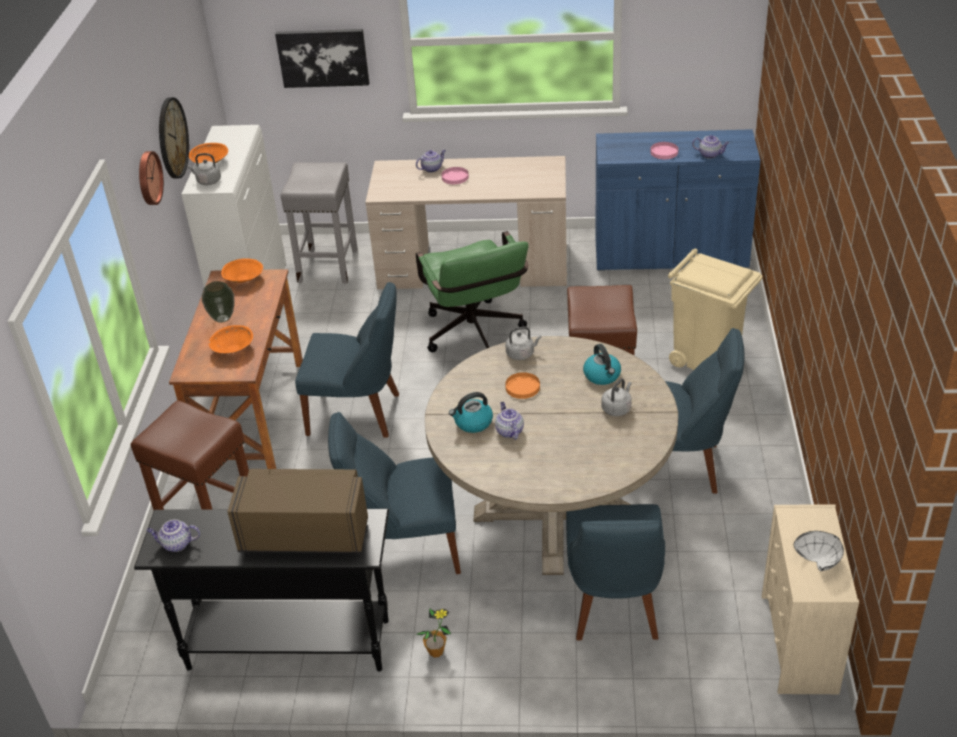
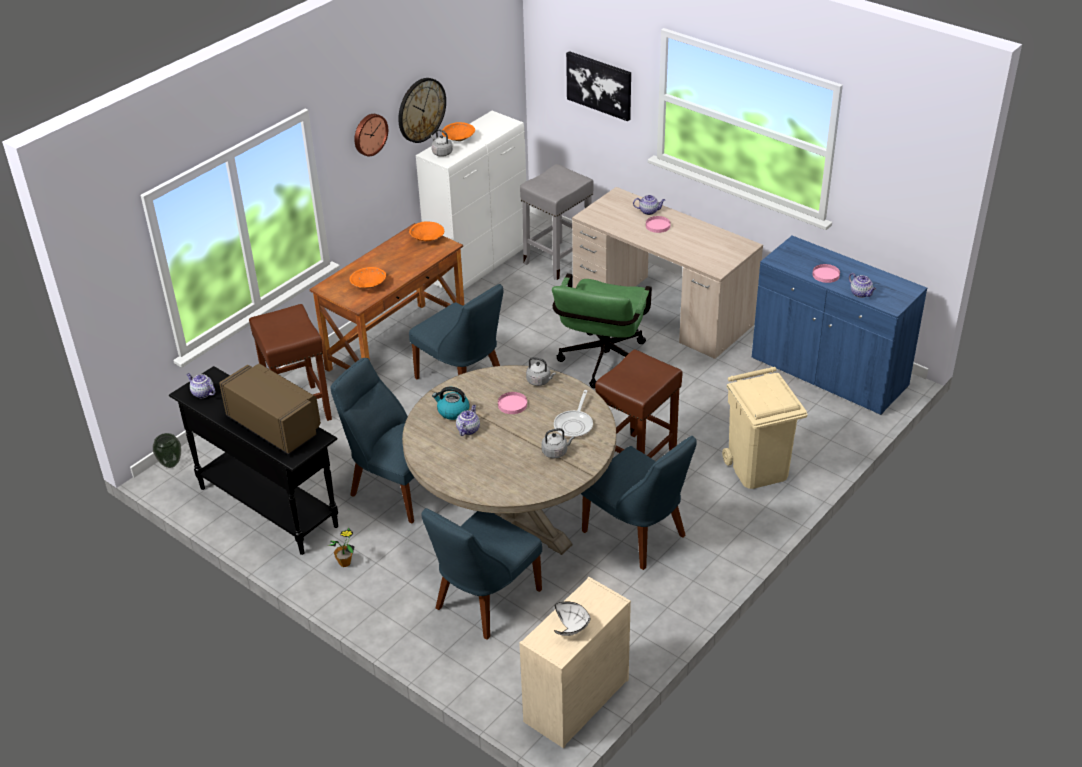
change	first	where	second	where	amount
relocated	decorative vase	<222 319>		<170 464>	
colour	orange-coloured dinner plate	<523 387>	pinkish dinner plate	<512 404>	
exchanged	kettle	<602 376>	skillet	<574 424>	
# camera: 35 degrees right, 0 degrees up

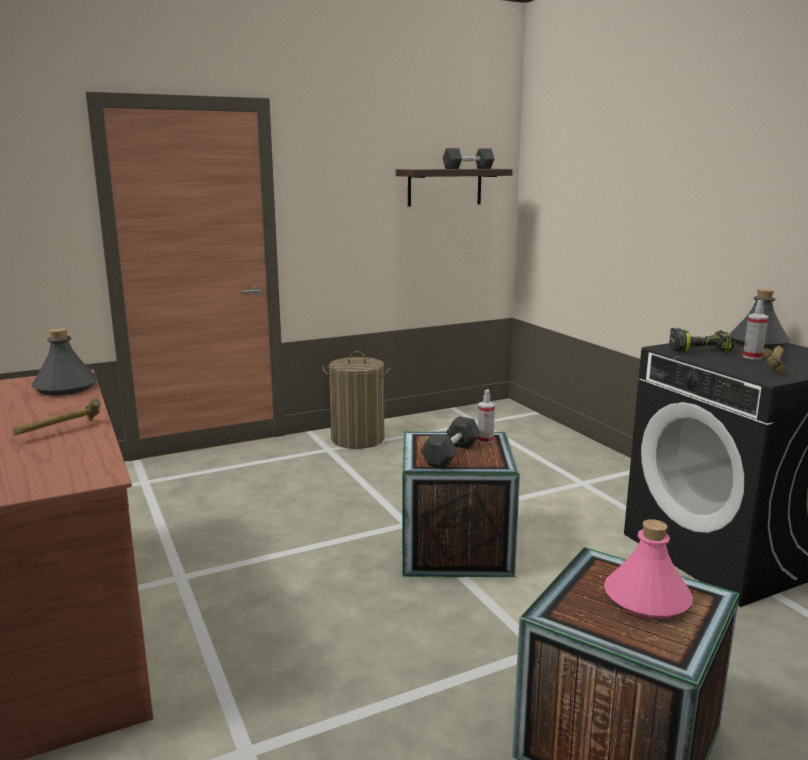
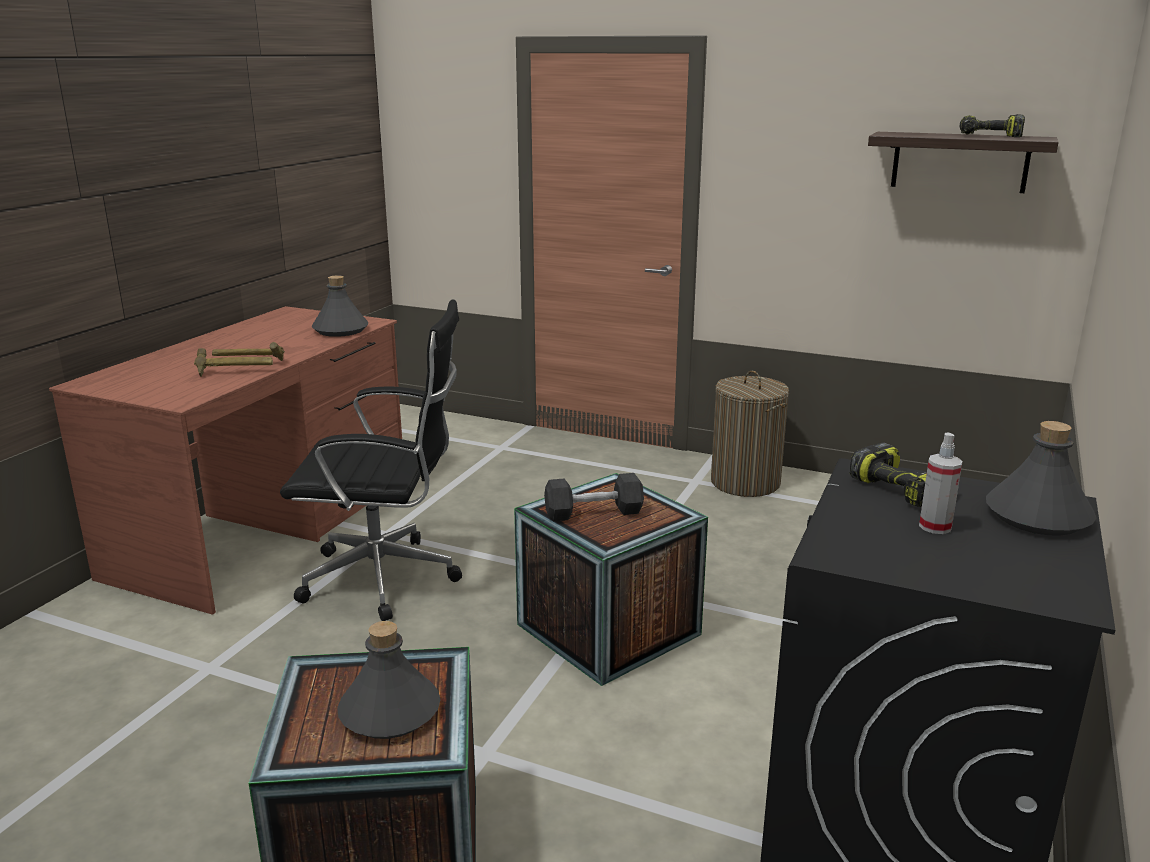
change	first	where	second	where	amount
exchanged	black-coloured dumbbell	<468 168>	power drill	<989 136>	
missing	sprayer	<485 440>			
colour	pinkish bottle	<647 599>	greyish bottle	<389 713>	
relocated	tool hammer	<775 366>		<235 372>	
appeared			black-coloured office chair	<387 579>	
# camera: 50 degrees right, 5 degrees up

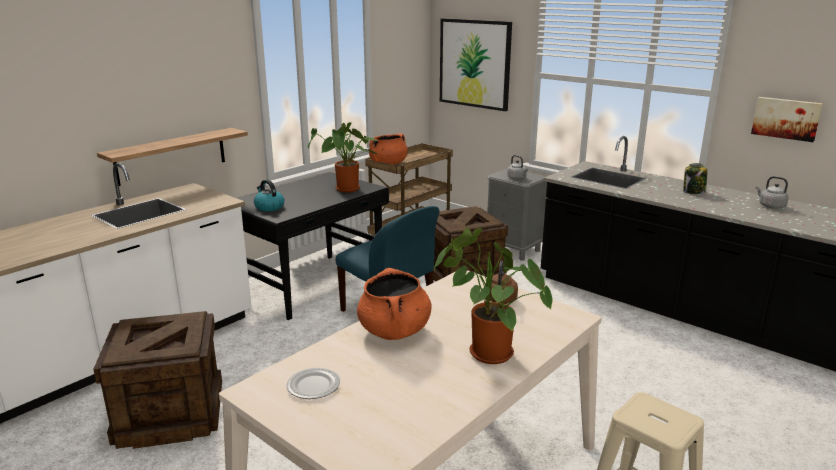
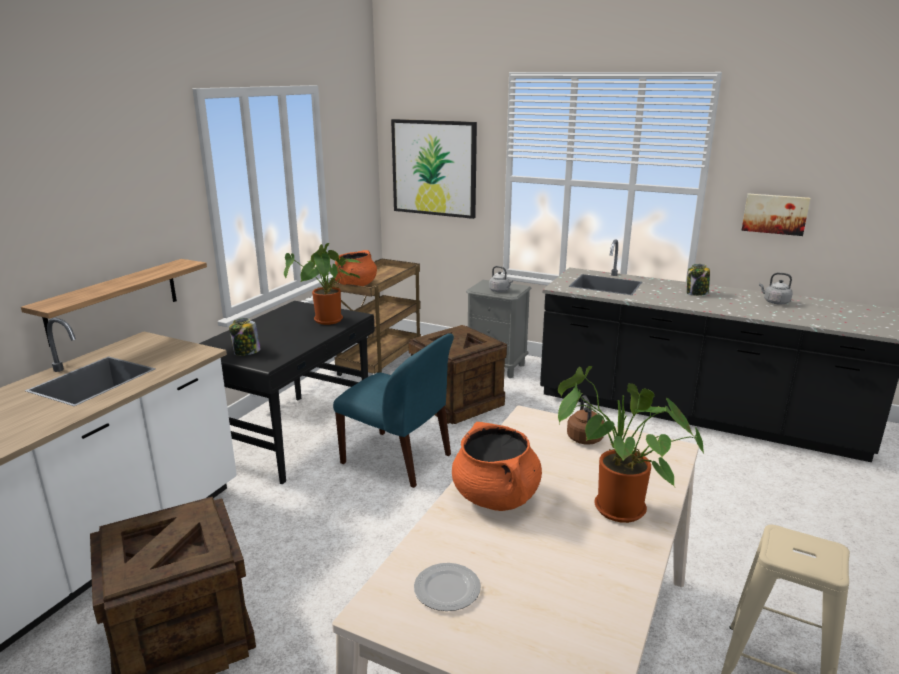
change	first	where	second	where	amount
exchanged	kettle	<269 207>	storage jar	<246 352>	
# camera: 15 degrees left, 0 degrees up

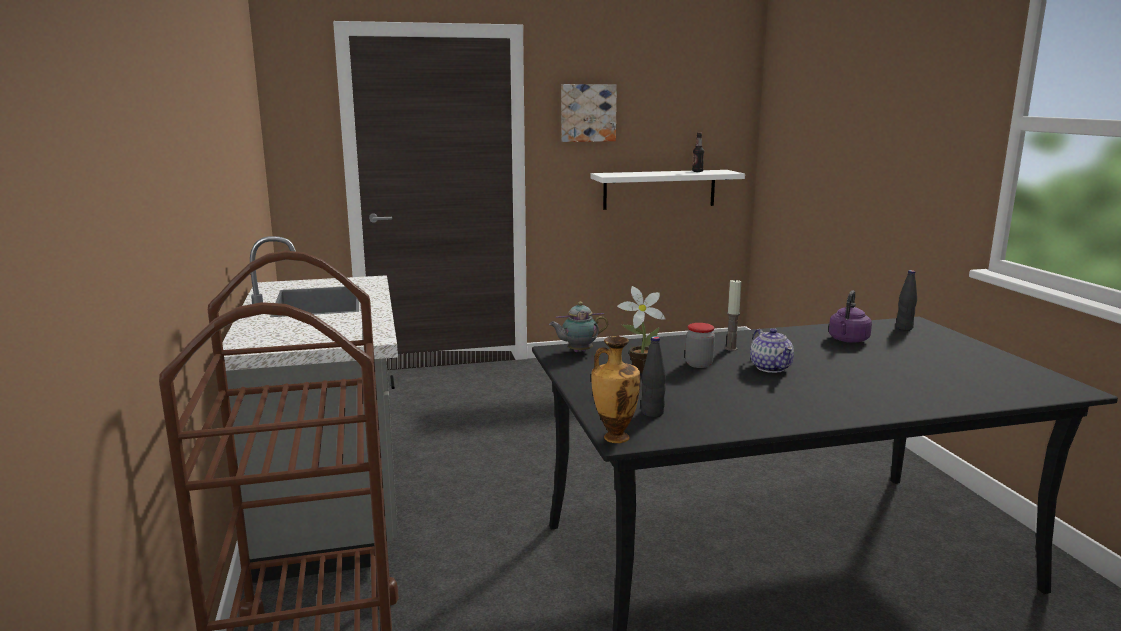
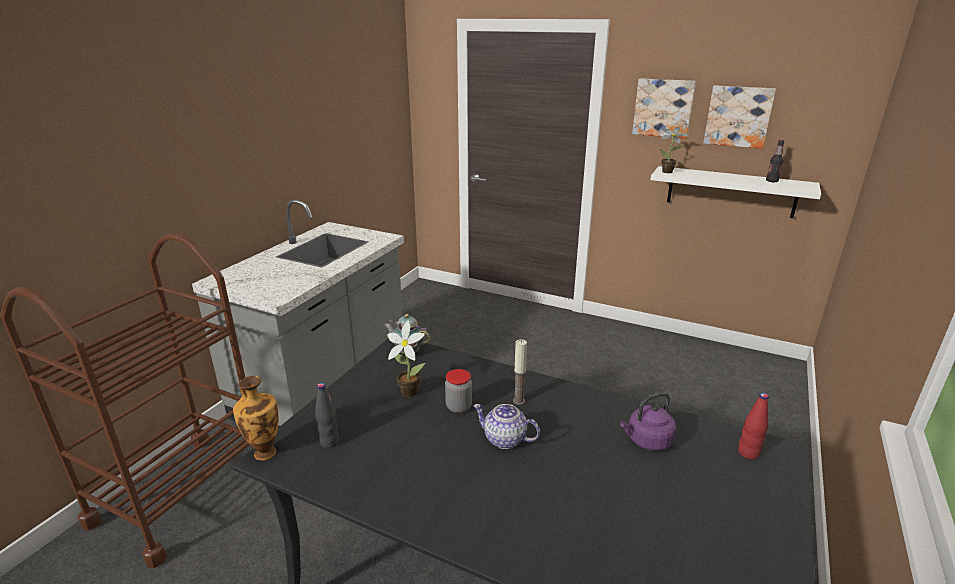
change	first	where	second	where	amount
spun	tea pot	<770 367>		<505 439>	90 degrees clockwise
colour	black-coloured bottle	<904 328>	red-coloured bottle	<748 453>	
appeared			potted plant	<669 172>	
appeared			wall art	<738 116>	
# camera: 40 degrees right, 10 degrees up

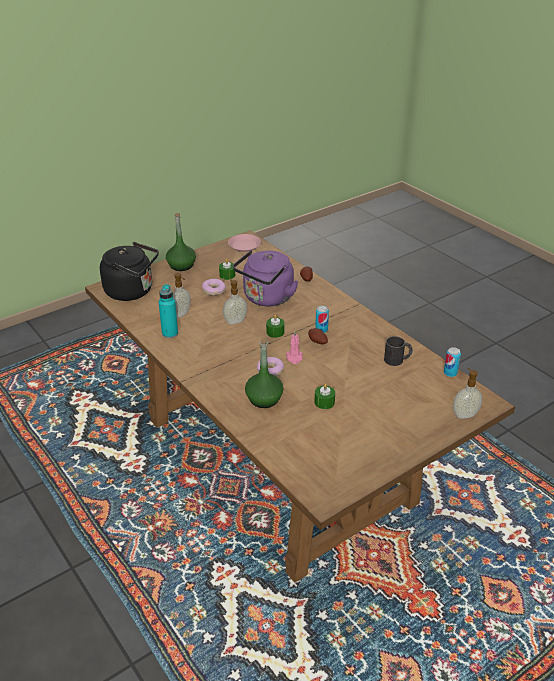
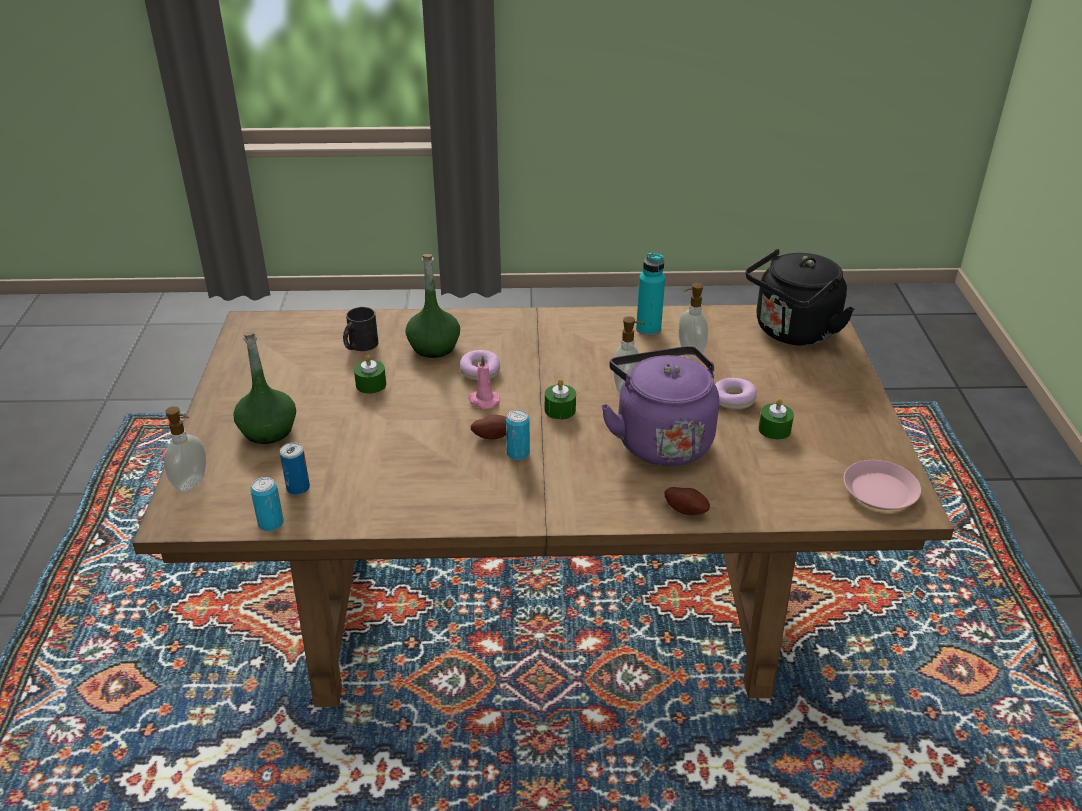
change	first	where	second	where	amount
relocated	green bottle	<181 265>		<268 430>	
relocated	black-coloured coffee mug	<397 360>		<359 346>	
appeared			sealed can	<298 488>	
# camera: 125 degrees right, 0 degrees up

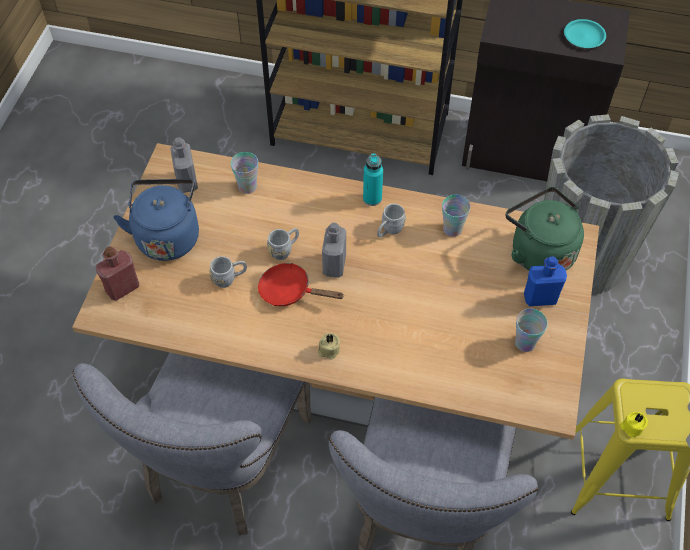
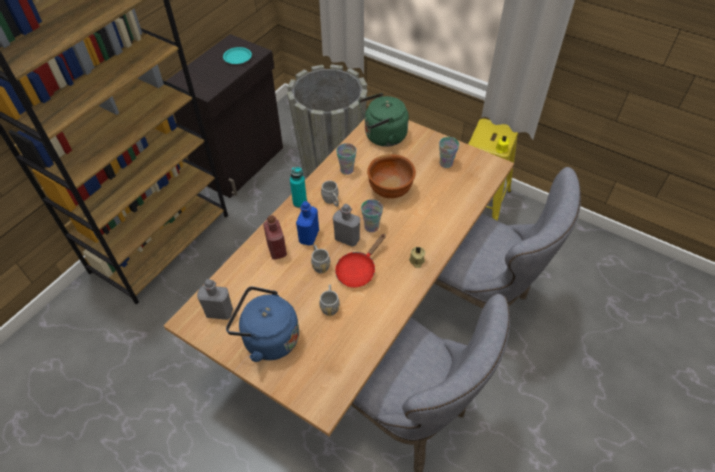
change	first	where	second	where	amount
relocated	red-coloured bottle	<122 288>		<277 250>	
relocated	drinking cup	<247 186>		<371 227>	
relocated	blue-coloured bottle	<540 298>		<309 236>	
appeared			brown-coloured serving bowl	<390 191>	
# camera: 70 degrees left, 5 degrees down

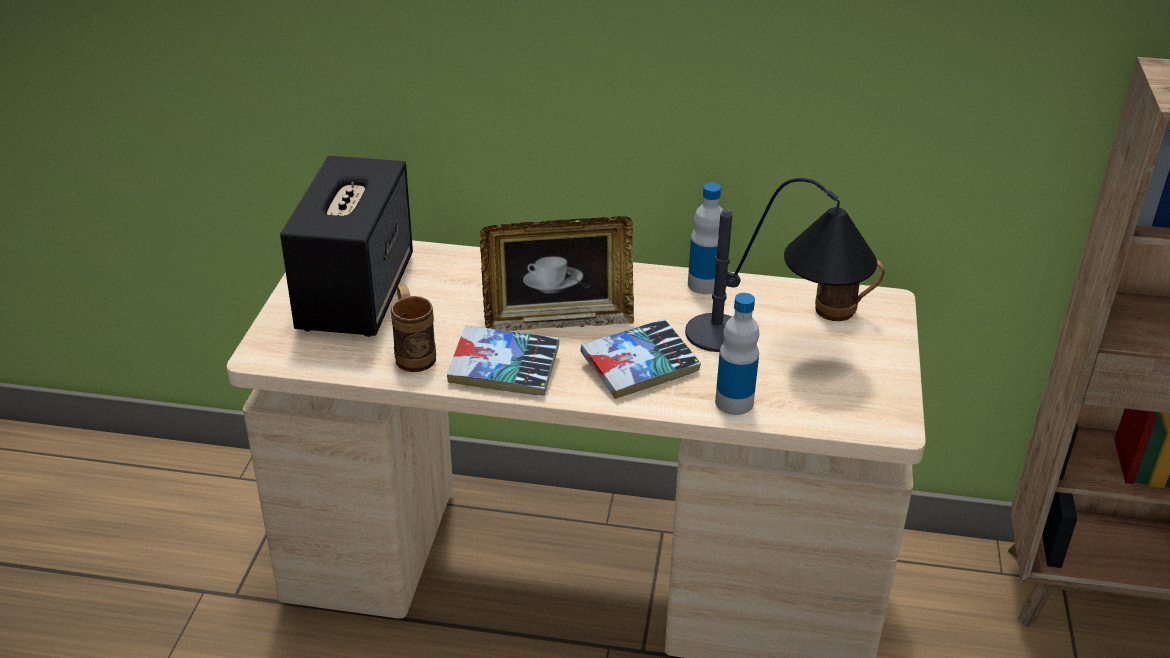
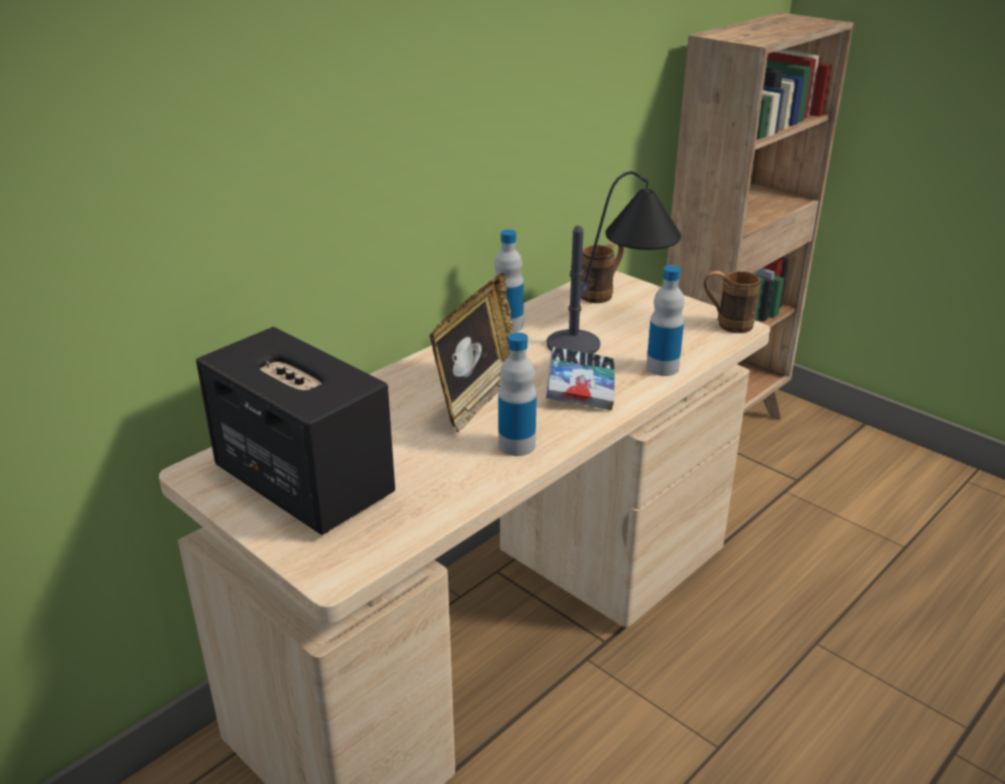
change	first	where	second	where	amount
relocated	brown-coloured coffee mug	<413 353>		<726 324>	
exchanged	bound book	<504 369>	bottle	<516 445>	
# camera: 55 degrees left, 5 degrees down

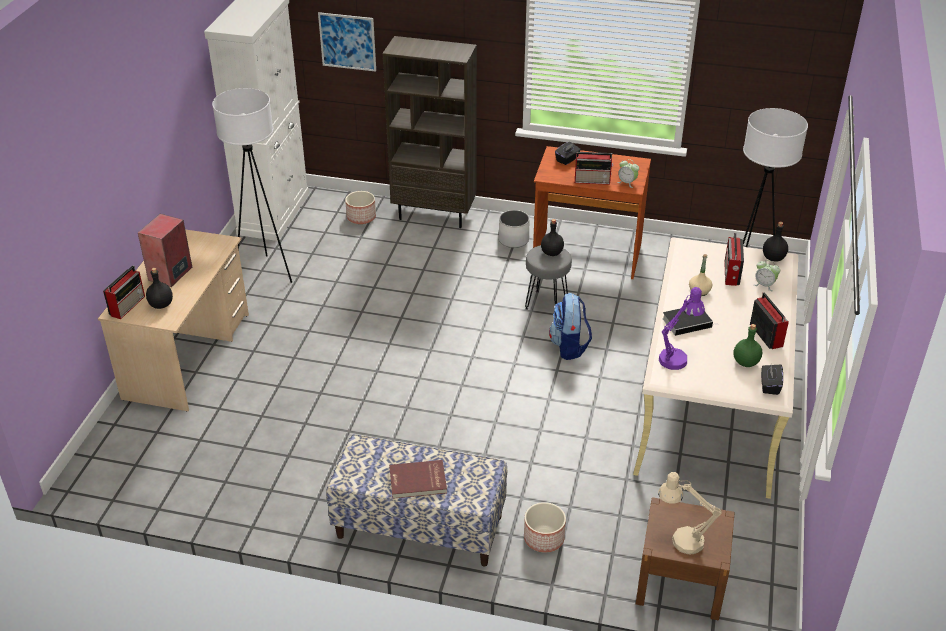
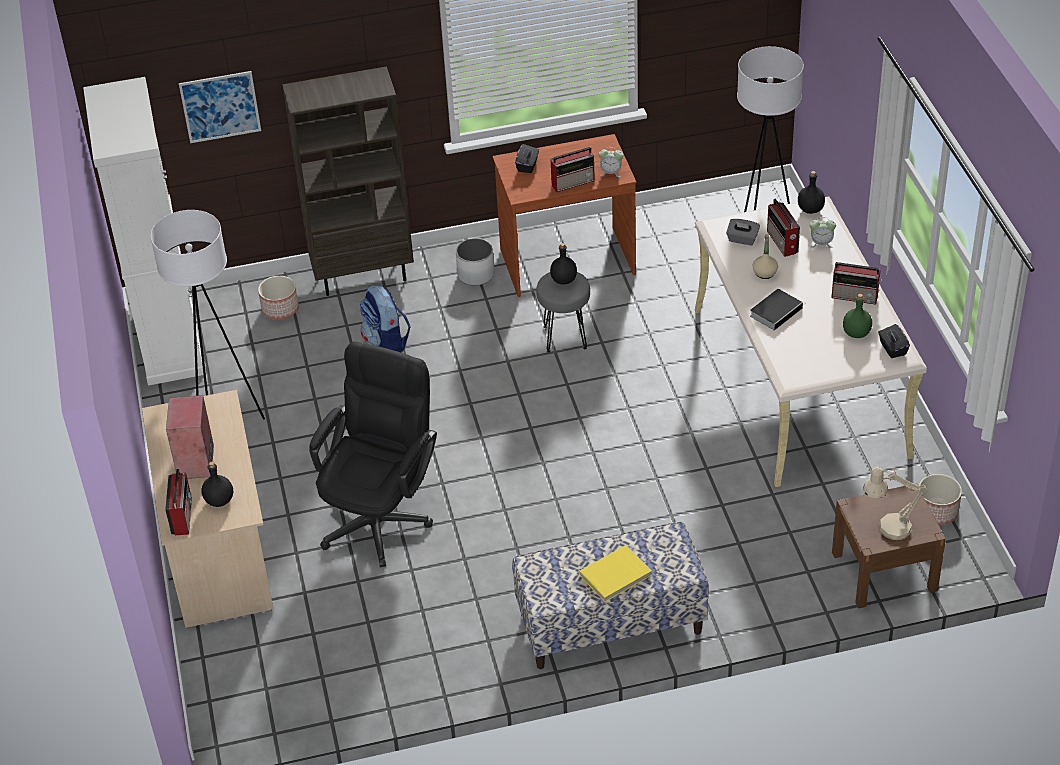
change	first	where	second	where	amount
colour	red-coloured bound book	<418 481>	yellowish bound book	<616 576>	
relocated	flower pot	<544 539>		<937 511>	
relocated	rucksack	<569 347>		<386 343>	
missing	purplish lamp for a table	<677 357>			
spun	radio receiver	<766 334>		<855 296>	150 degrees clockwise
appeared			black-coloured office chair	<381 515>	
appeared			greyish tissue box	<742 239>	
# camera: 25 degrees left, 5 degrees up

